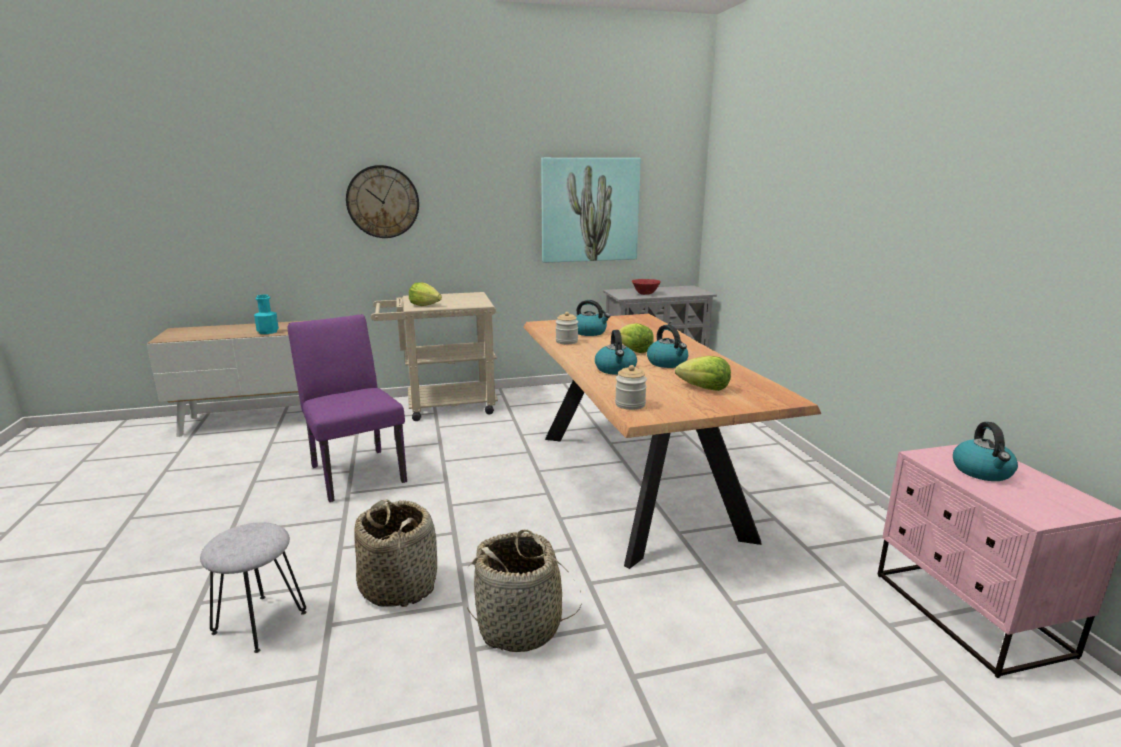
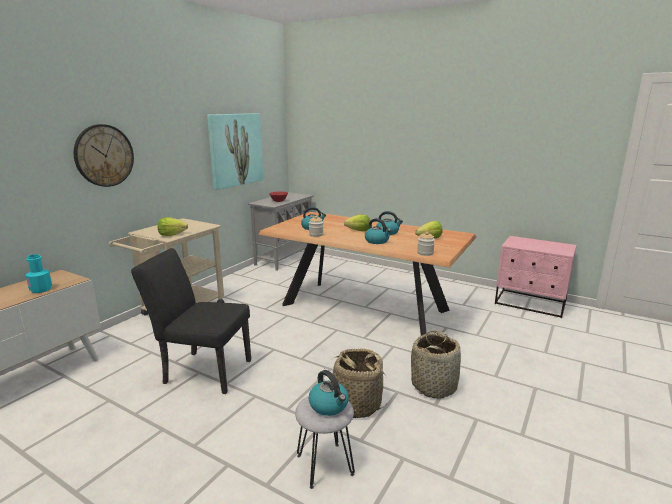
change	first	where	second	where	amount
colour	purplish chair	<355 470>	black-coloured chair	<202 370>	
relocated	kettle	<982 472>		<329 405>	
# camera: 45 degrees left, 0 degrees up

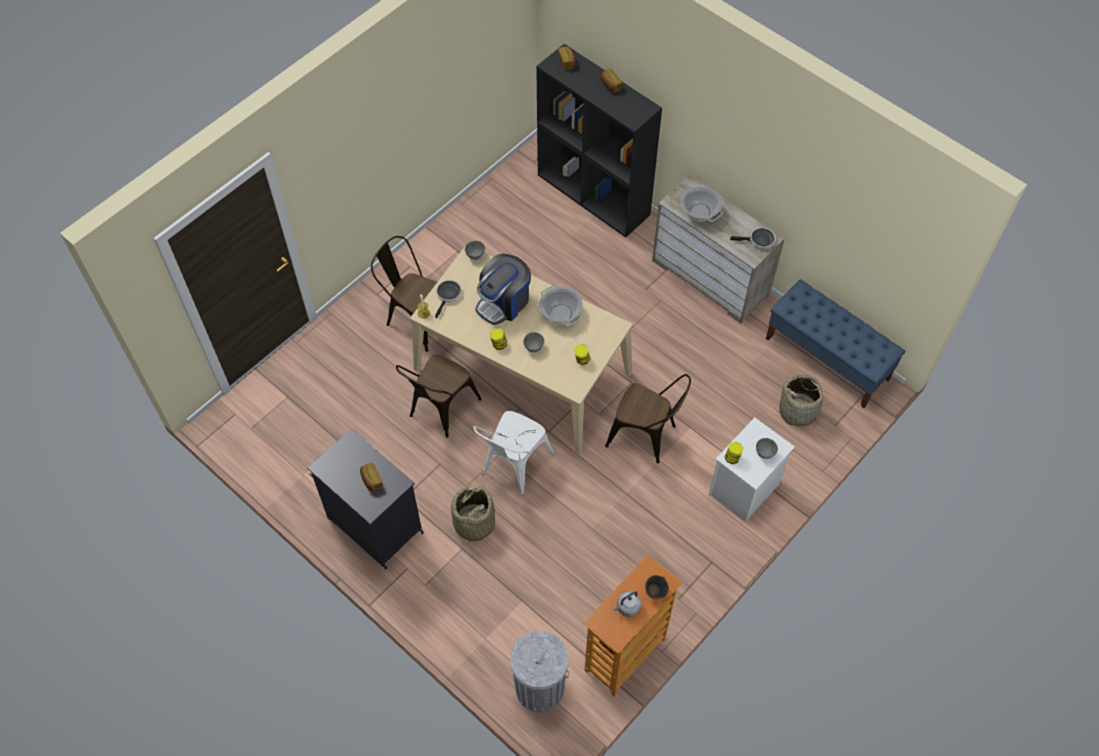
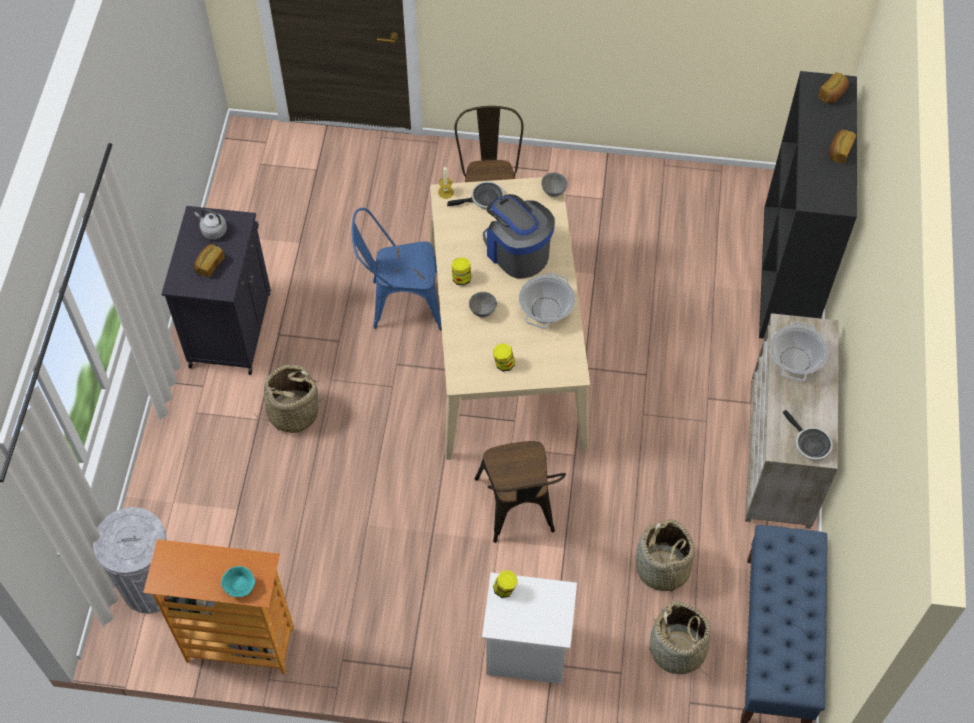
change	first	where	second	where	amount
colour	brown-coloured chair	<440 410>	blue-coloured chair	<400 303>	
missing	white chair	<513 467>			
spun	coffee machine	<504 302>		<517 251>	45 degrees clockwise
relocated	greyish kettle	<627 607>		<213 230>	
colour	brown-coloured serving bowl	<655 591>	turquoise-coloured serving bowl	<240 586>	
missing	greyish serving bowl	<765 453>			
appeared			basket	<662 569>	
# camera: 55 degrees right, 0 degrees up

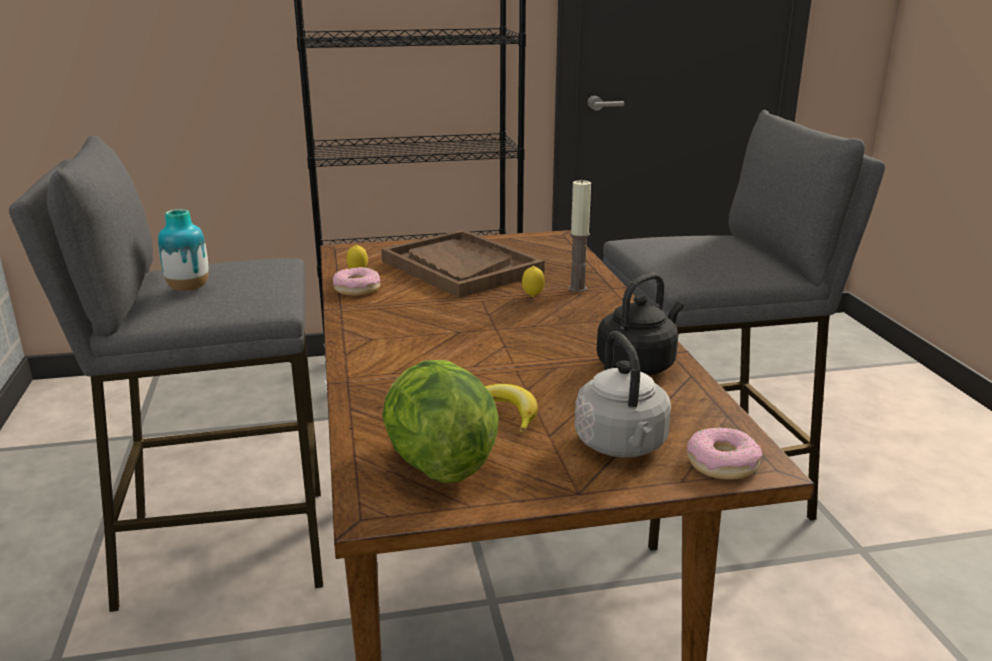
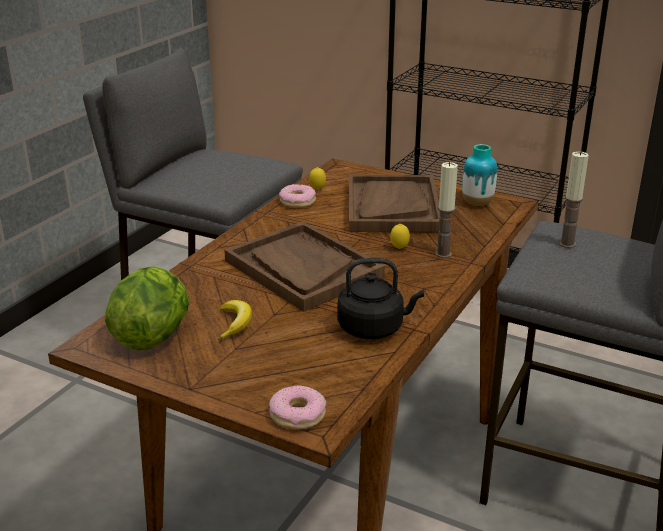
change	first	where	second	where	amount
relocated	decorative vase	<188 288>		<477 203>	
missing	greyish kettle	<622 446>			
appeared			brown-coloured serving tray	<302 268>	
appeared			candle	<567 244>	
# camera: 40 degrees right, 5 degrees up

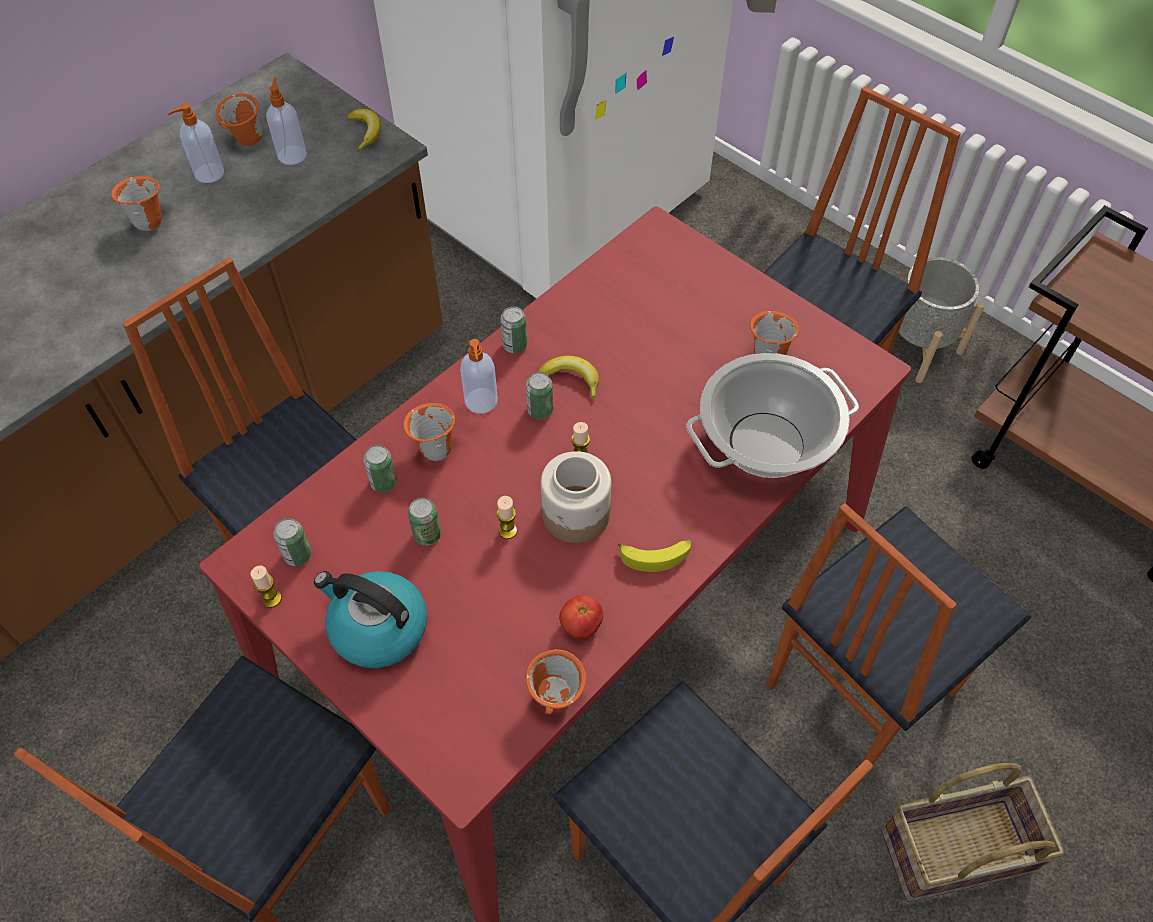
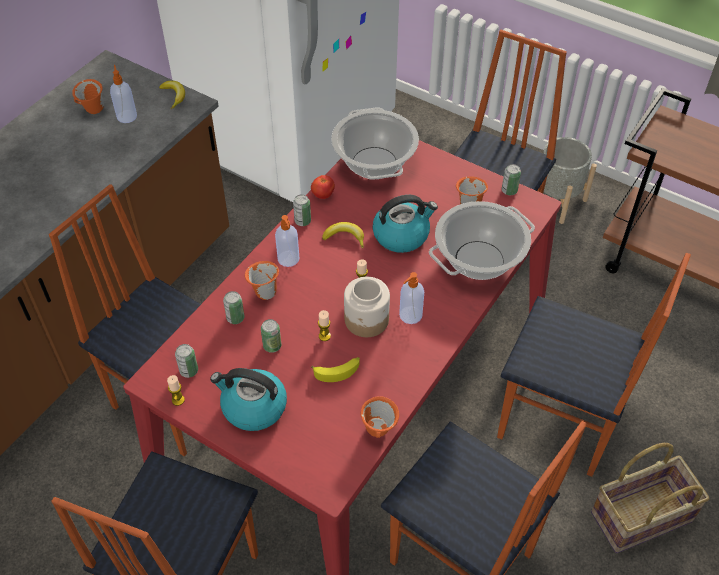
change	first	where	second	where	amount
missing	orange-coloured coffee mug	<149 222>			
relocated	soap dispenser	<208 174>		<410 316>	
relocated	sealed can	<540 410>		<509 190>	
relocated	tomato	<581 626>		<323 195>	
relocated	banana fruit	<656 556>		<337 371>	
spun	chair	<857 688>		<558 425>	105 degrees counterclockwise
appeared			saucepot	<375 163>	
appeared			kettle	<402 235>	
# camera: 10 degrees left, 5 degrees down

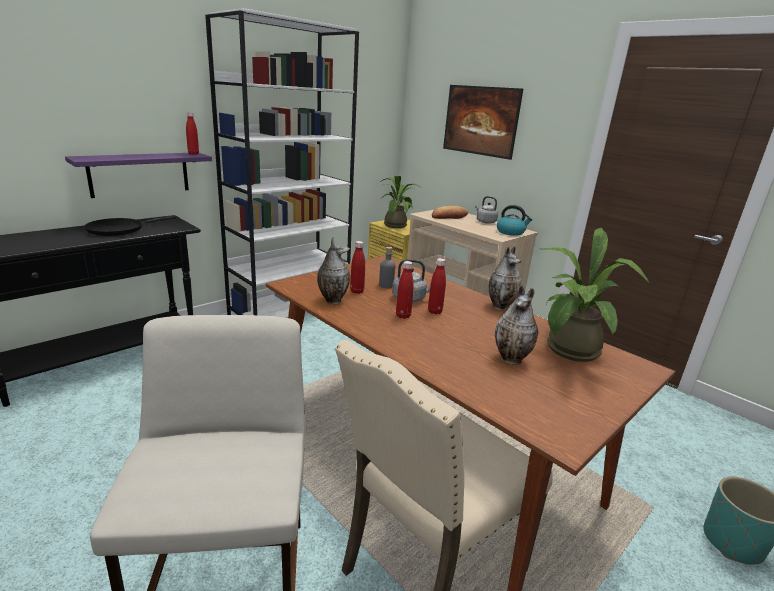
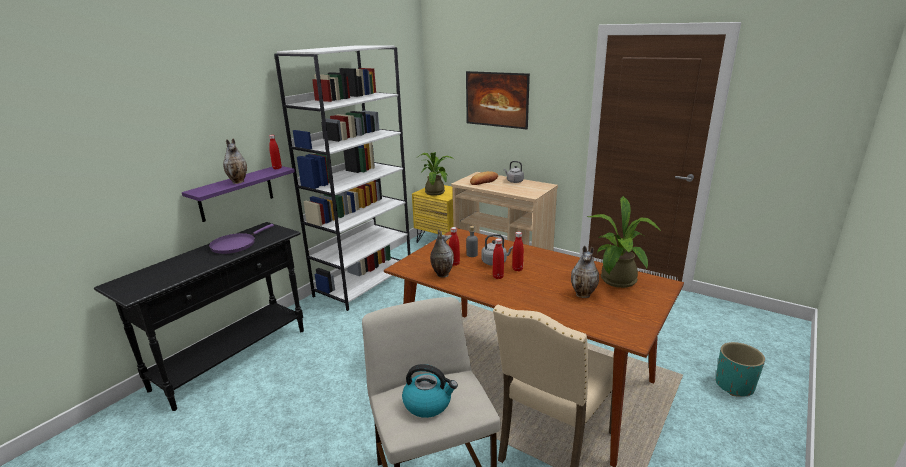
change	first	where	second	where	amount
colour	black-coloured skillet	<119 229>	purplish skillet	<236 245>	
relocated	decorative vase	<501 306>		<239 181>	
relocated	kettle	<511 232>		<428 403>	
# camera: 10 degrees left, 0 degrees up

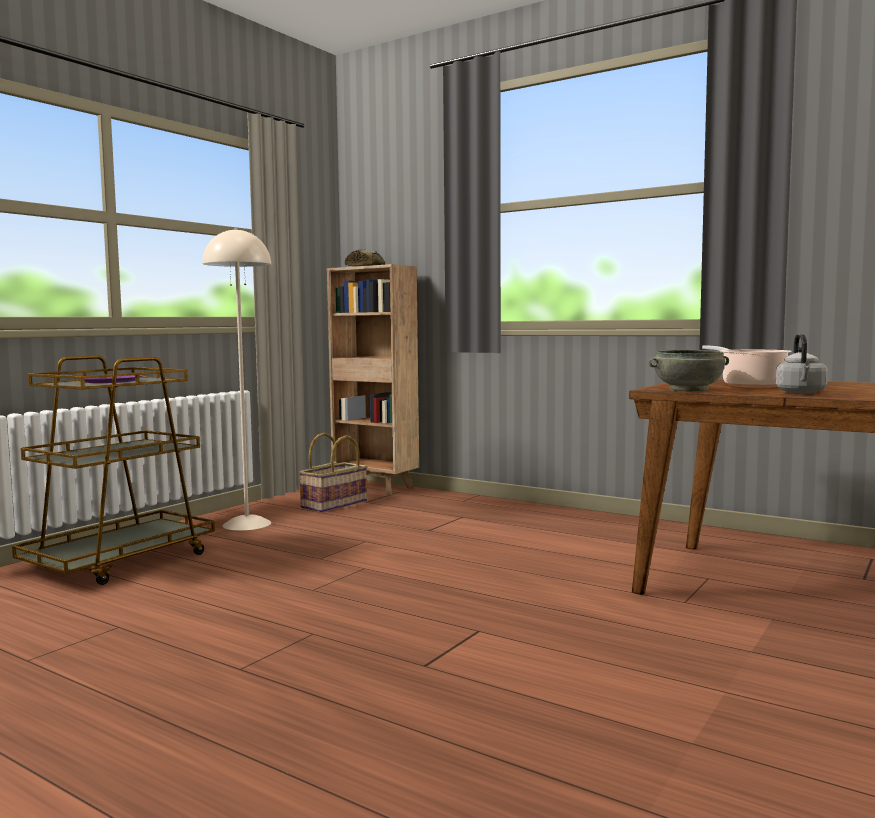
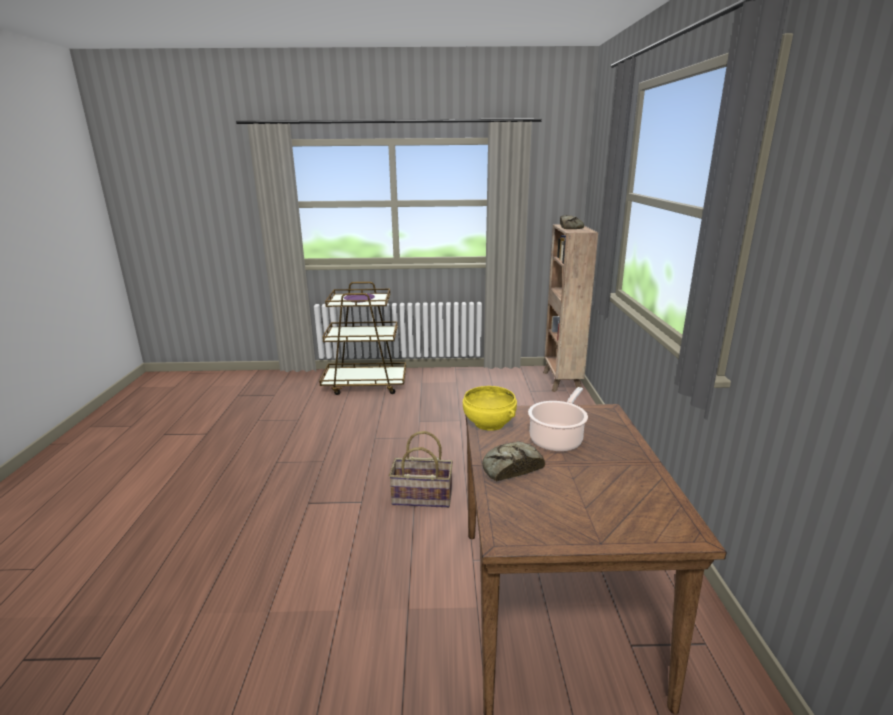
change	first	where	second	where	amount
missing	beige floor lamp	<247 524>			
relocated	basket	<334 504>		<421 497>	
colour	greyish serving bowl	<688 389>	yellowish serving bowl	<489 423>	
exchanged	greyish kettle	<801 393>	bread	<510 467>	
# camera: 55 degrees right, 15 degrees up

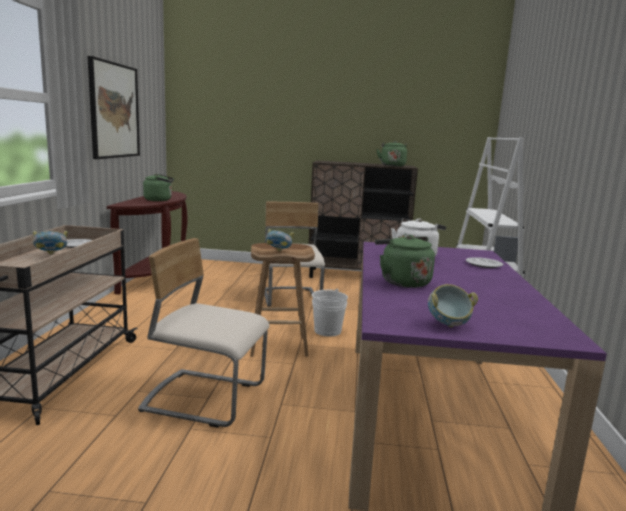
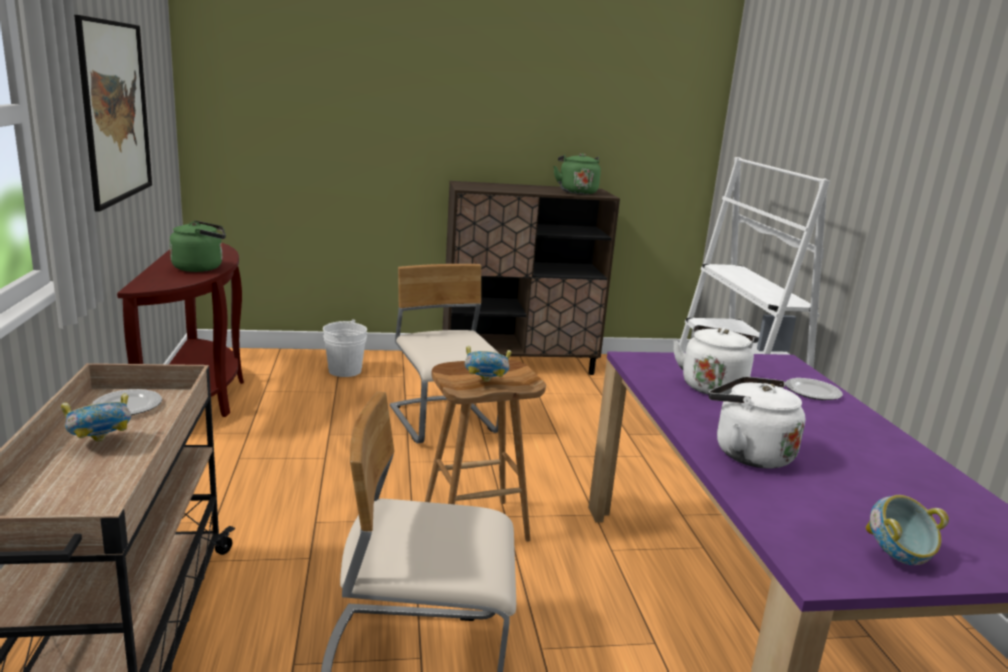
change	first	where	second	where	amount
relocated	white water bucket	<327 331>		<345 370>	
colour	green kettle	<402 282>	white kettle	<748 453>	
# camera: 15 degrees left, 5 degrees up

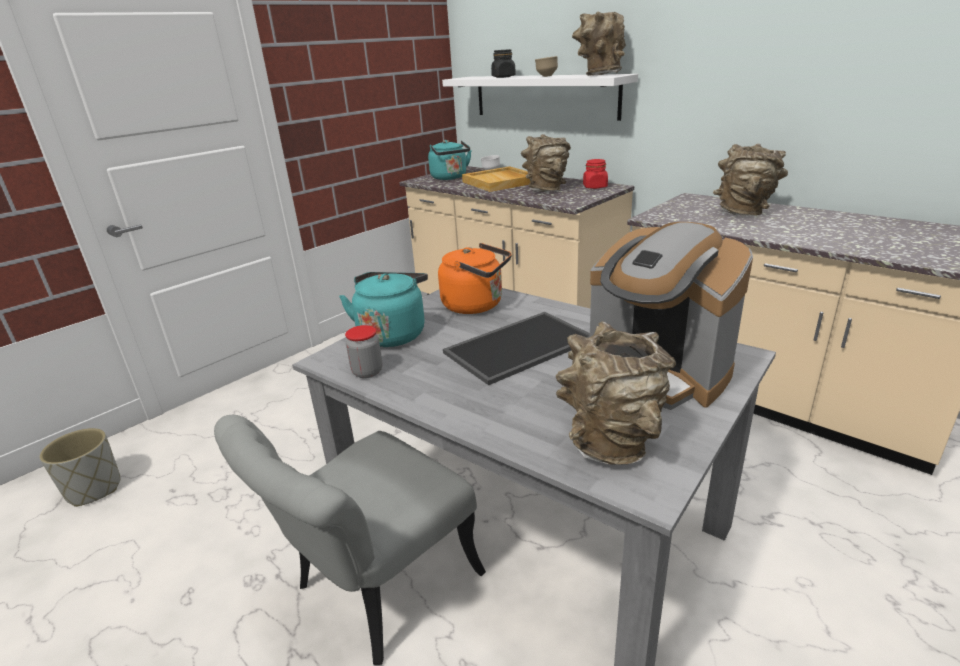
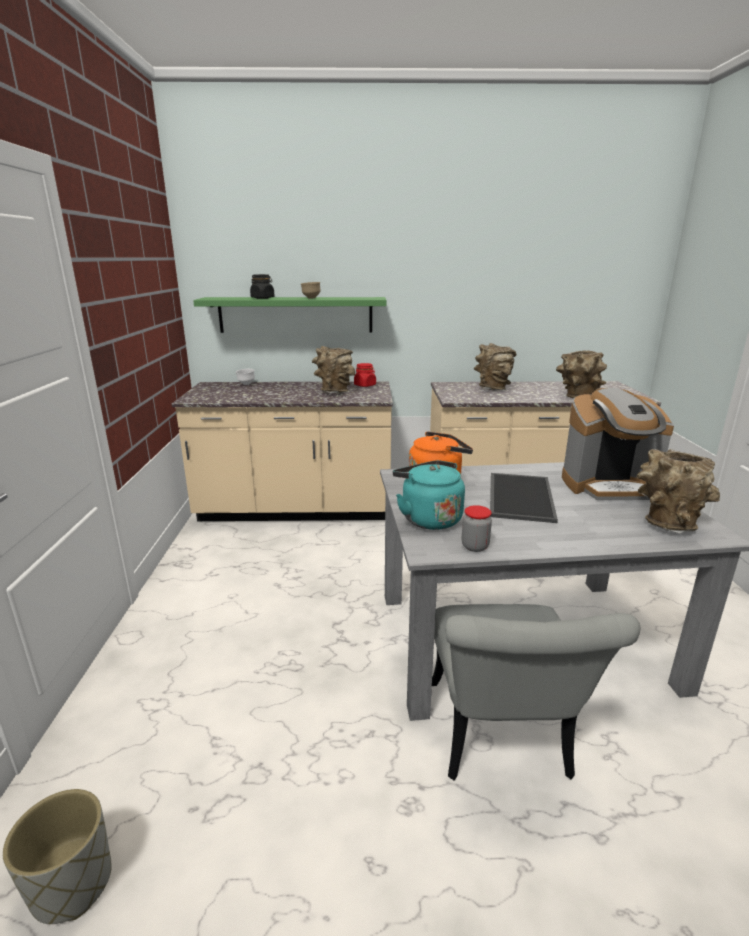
change	first	where	second	where	amount
missing	turquoise-coloured kettle	<450 178>			
colour	white wall shelf	<544 96>	green wall shelf	<295 315>	
missing	beige serving tray	<501 182>			
relocated	brown-coloured decorative vase	<598 75>		<577 397>	
# camera: 45 degrees left, 5 degrees down

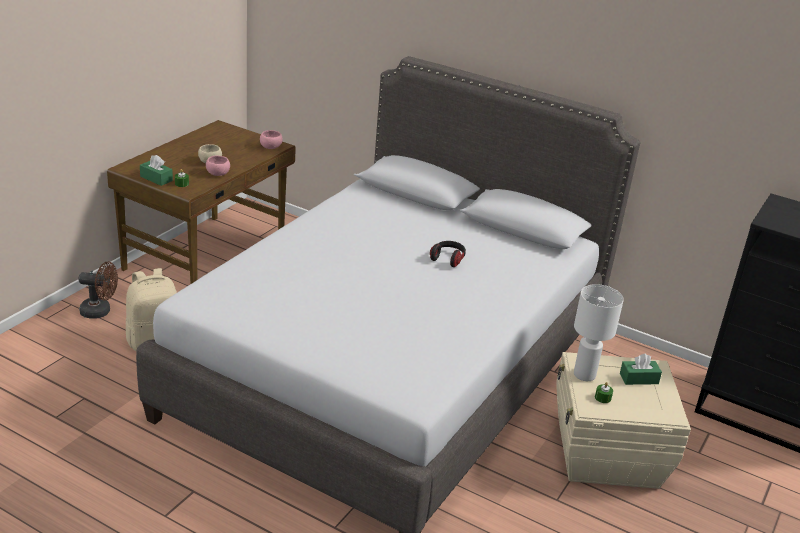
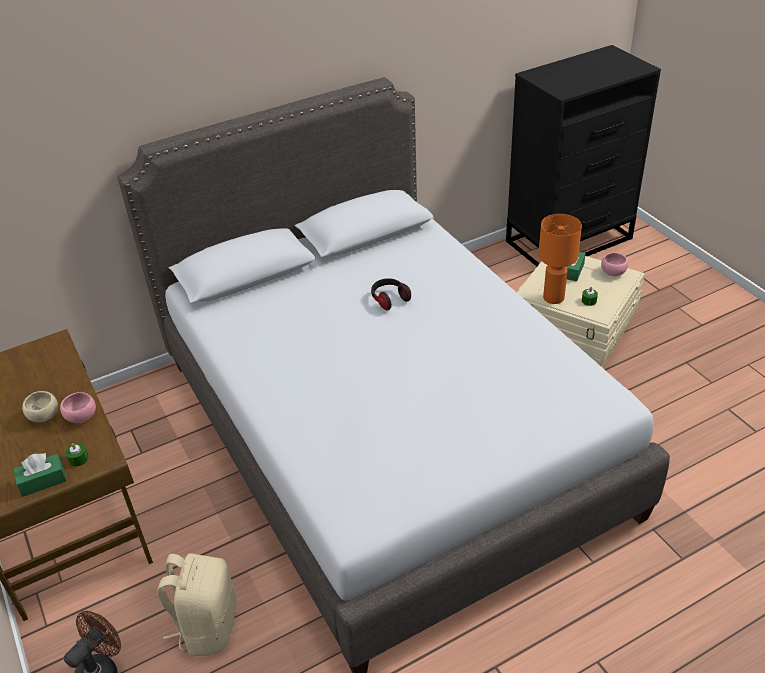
change	first	where	second	where	amount
relocated	pinkish serving bowl	<271 147>		<613 272>	
colour	white lamp for a table	<583 375>	orange-coloured lamp for a table	<553 298>	
# camera: 55 degrees left, 10 degrees up

